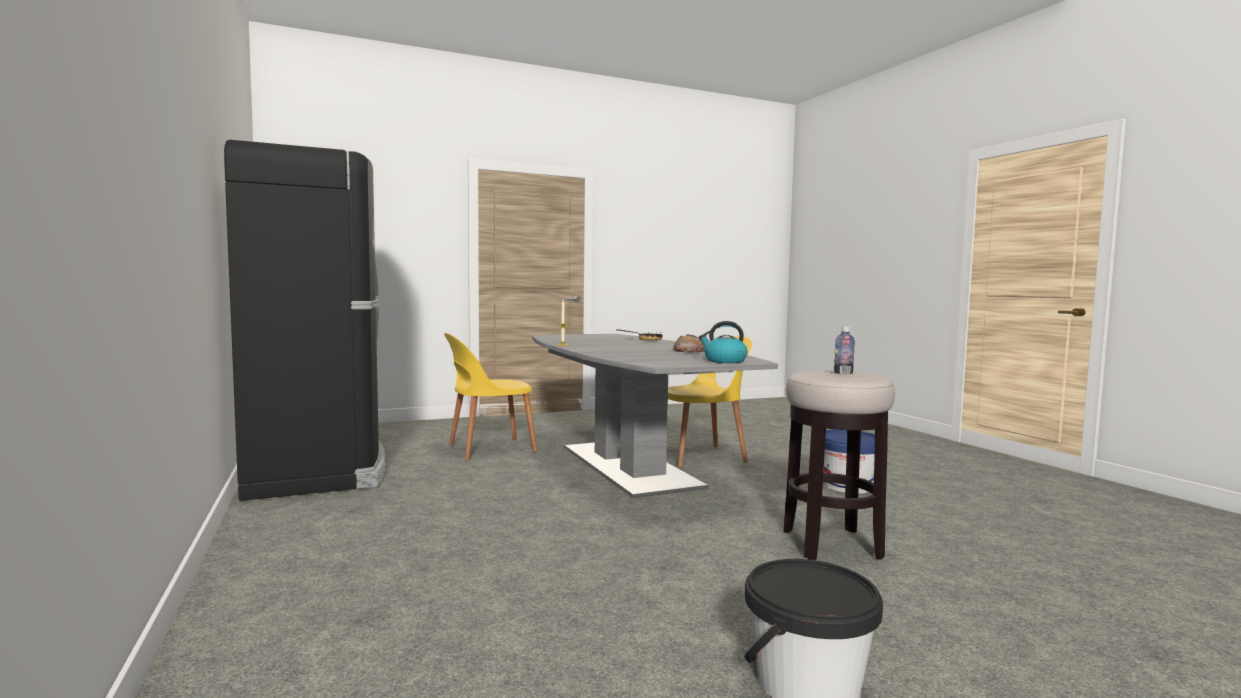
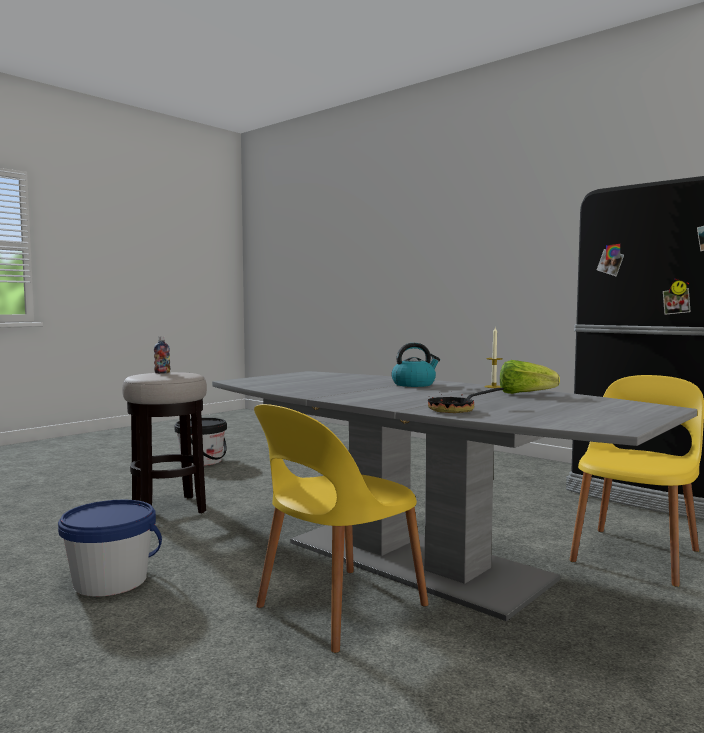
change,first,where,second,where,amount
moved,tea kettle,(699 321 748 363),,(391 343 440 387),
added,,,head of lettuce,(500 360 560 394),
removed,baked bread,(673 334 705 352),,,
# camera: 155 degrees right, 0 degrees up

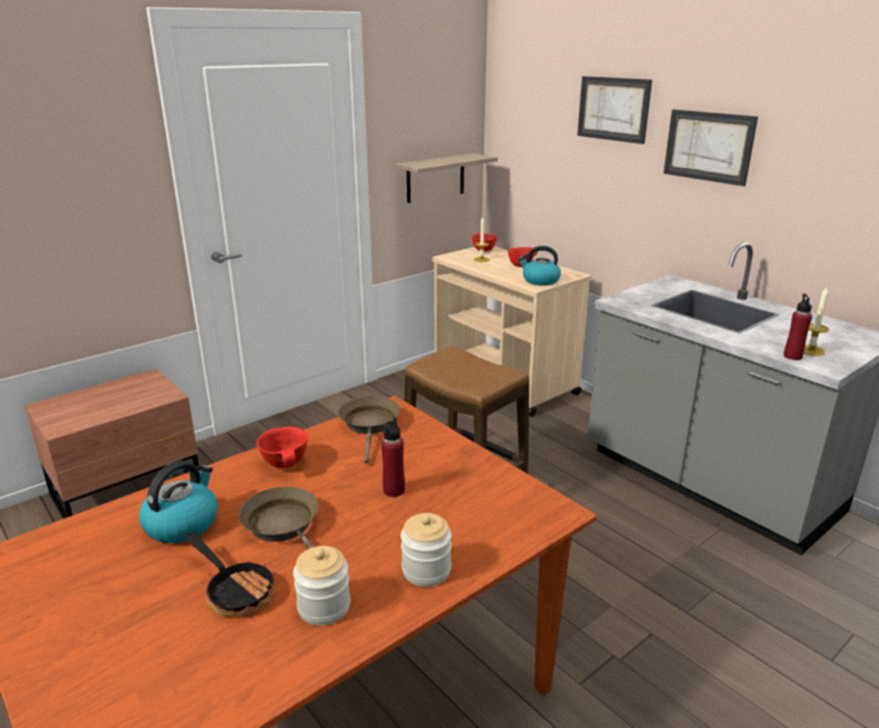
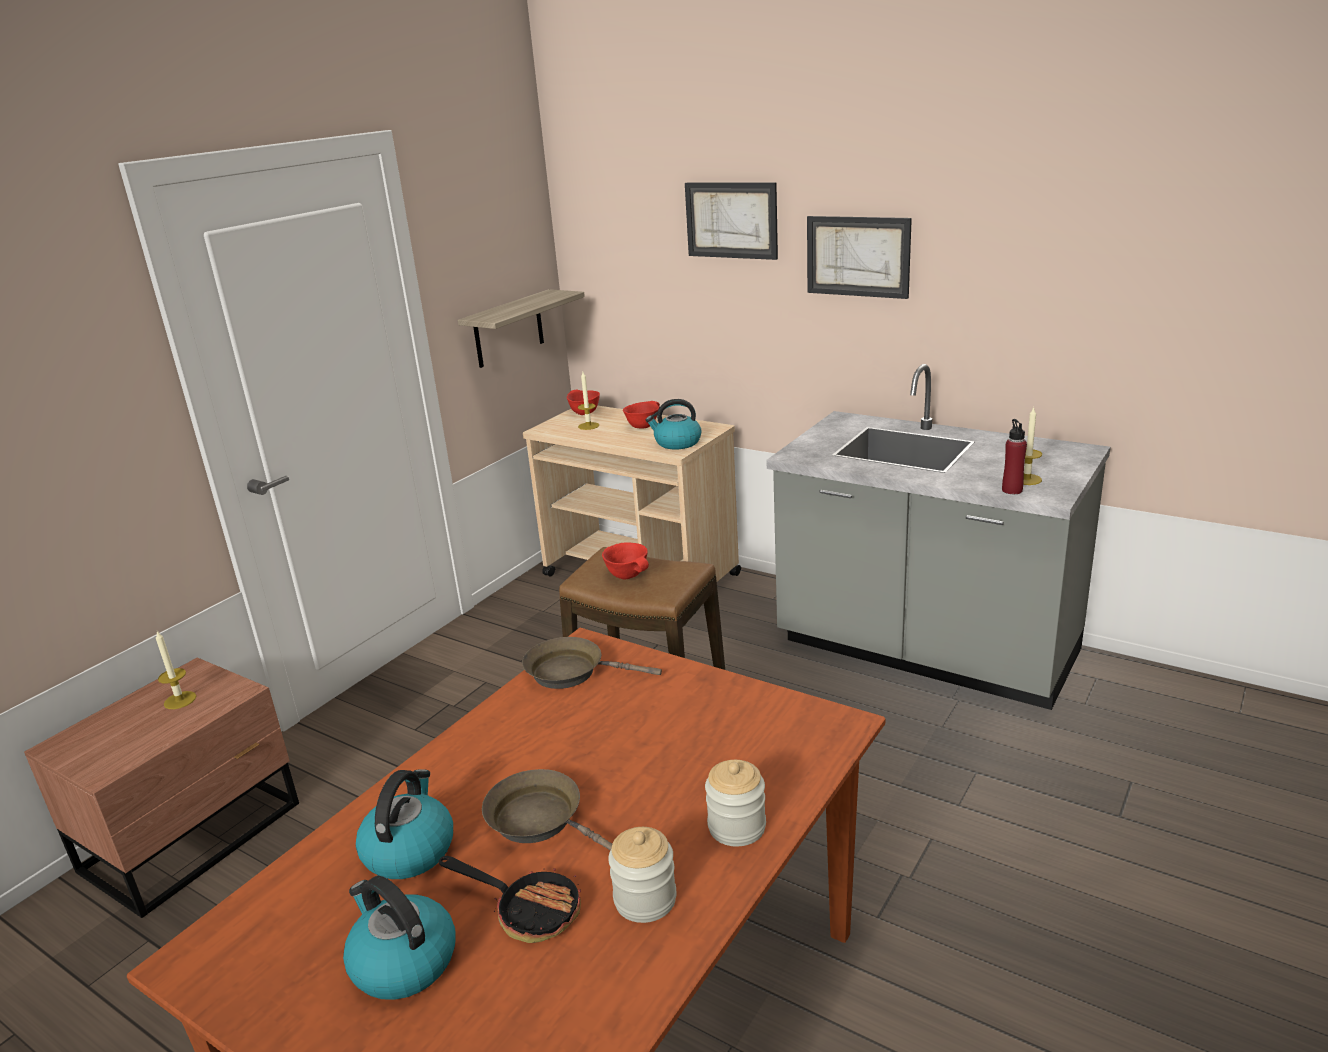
change,first,where,second,where,amount
added,,,wax candle,(156 631 196 709),
added,,,tea kettle,(343 876 455 1000),
turned,brown frying pan,(338 396 400 464),,(522 637 662 689),60 degrees counterclockwise
moved,reddish deep dish,(256 427 308 468),,(602 542 649 580),
removed,reddish drink bottle,(381 417 405 497),,,
# camera: 15 degrees left, 0 degrees up

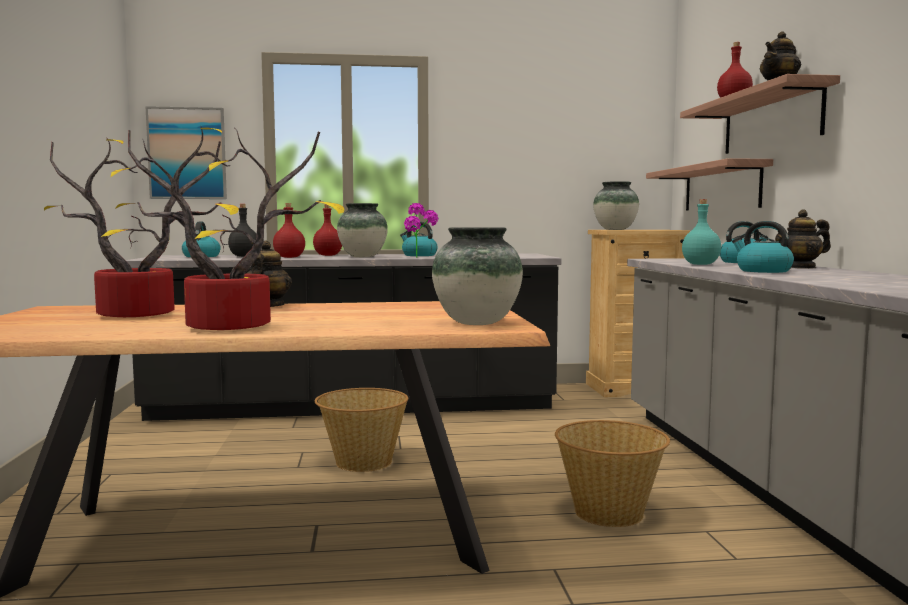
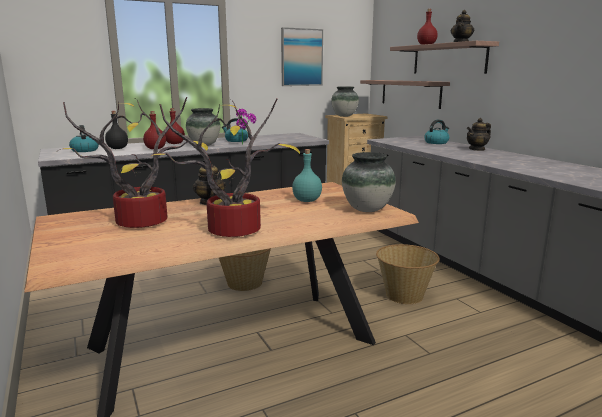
change,first,where,second,where,amount
moved,wall picture,(145 106 227 199),,(281 27 323 86),
moved,turquoise-coloured drink bottle,(682 199 721 265),,(292 149 322 202),
removed,tea kettle,(732 221 794 273),,,
# camera: 20 degrees left, 10 degrees up

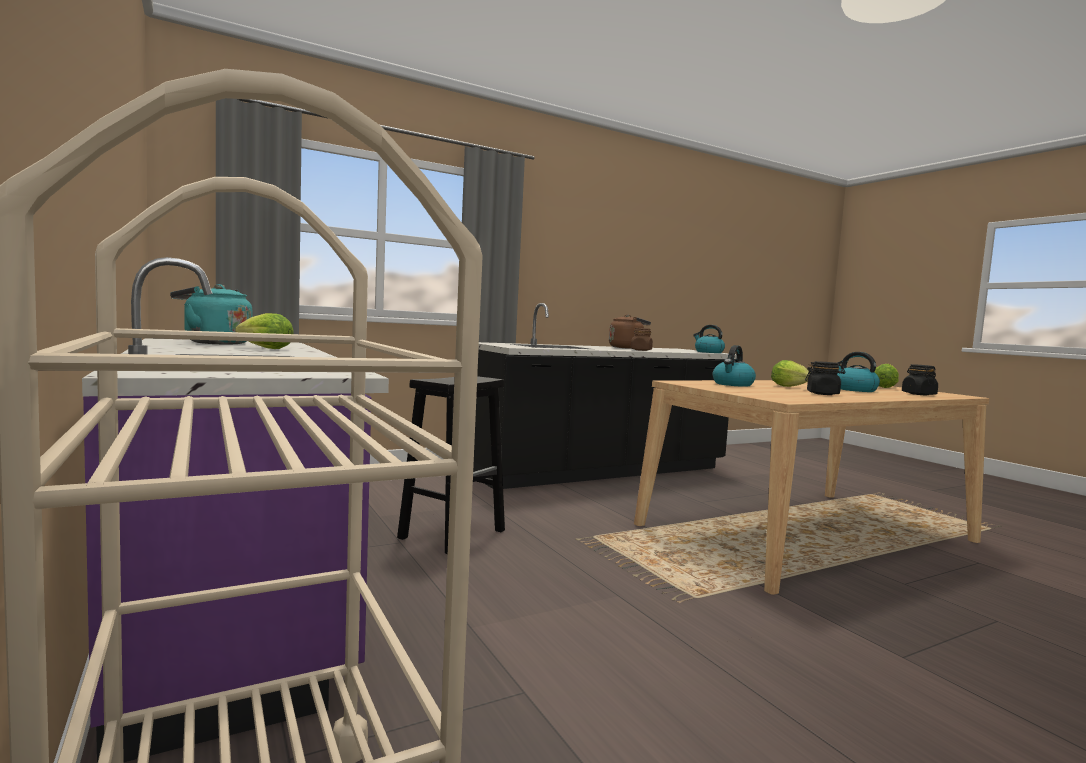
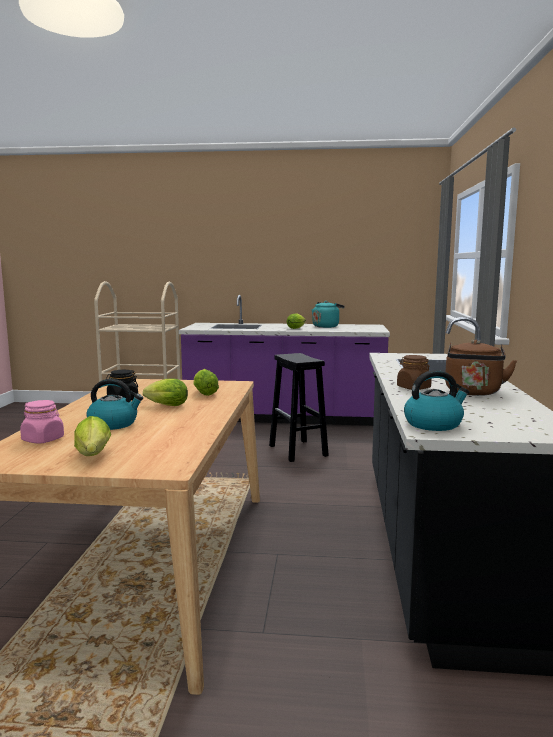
change,first,where,second,where,amount
recoloured,blackish storage jar,(902 364 938 395),pink-coloured storage jar,(20 400 64 444),
replaced,tea kettle,(713 345 756 387),head of lettuce,(193 369 219 396),
# camera: 125 degrees right, 5 degrees up

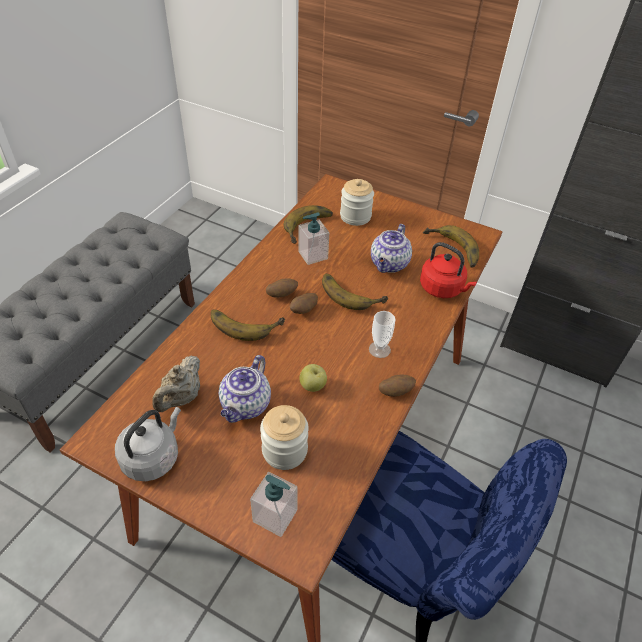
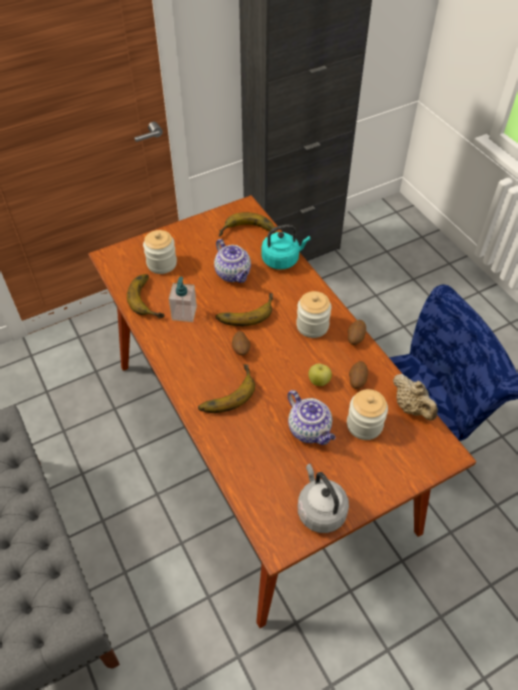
change,first,where,second,where,amount
recoloured,reddish tea kettle,(420 242 477 298),turquoise-coloured tea kettle,(261 225 311 270),
replaced,small cup,(369 311 395 358),storage jar,(296 291 332 338),
moved,potato,(266 279 298 298),,(349 361 368 389),
moved,sand-coloured pot for tea,(152 356 200 412),,(393 374 438 421),
removed,soap dispenser,(250 472 298 537),,,
# camera: 55 degrees left, 5 degrees up

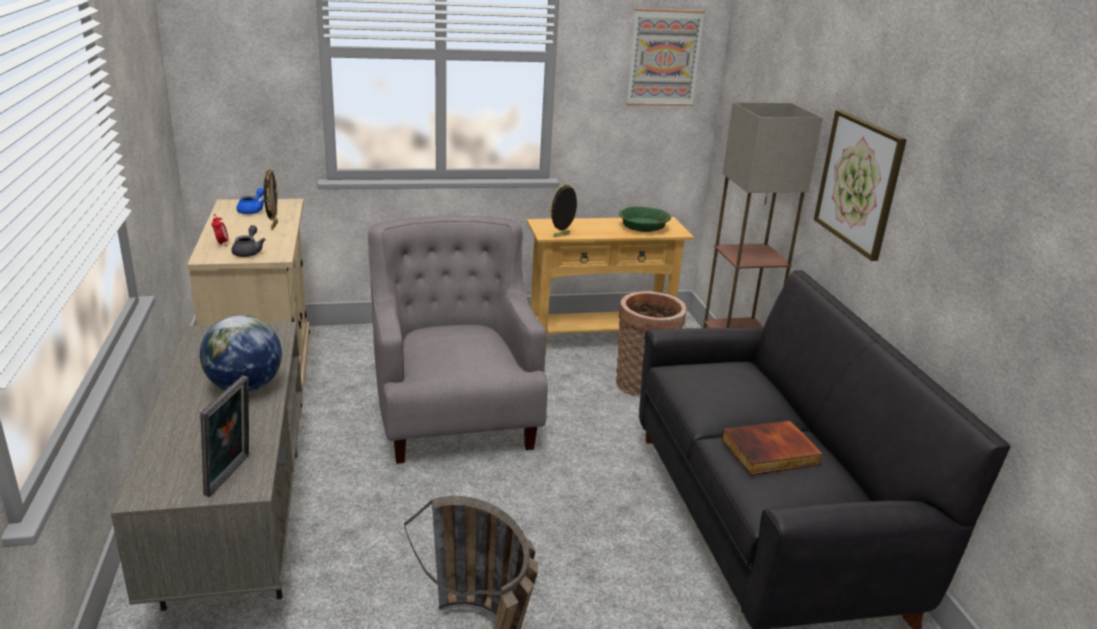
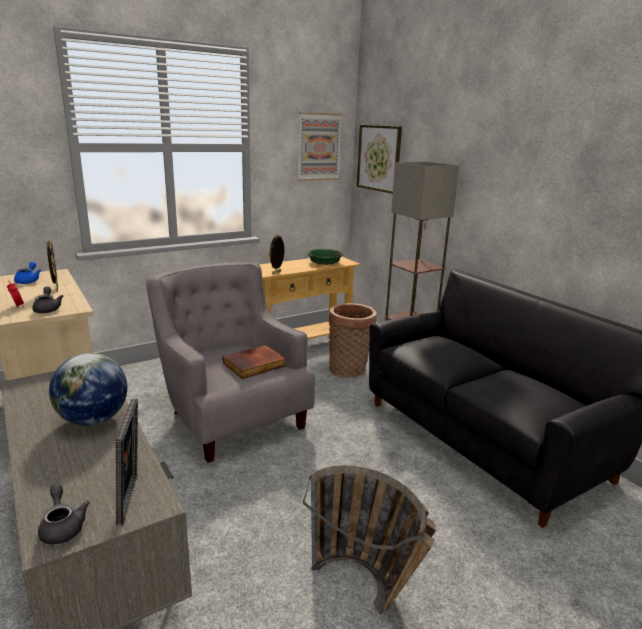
change,first,where,second,where,amount
added,,,grey pot for tea,(38 484 90 545),
moved,volume,(721 420 823 475),,(223 345 286 379),
moved,wall picture,(814 110 907 261),,(357 125 402 194),
# camera: 20 degrees left, 5 degrees down

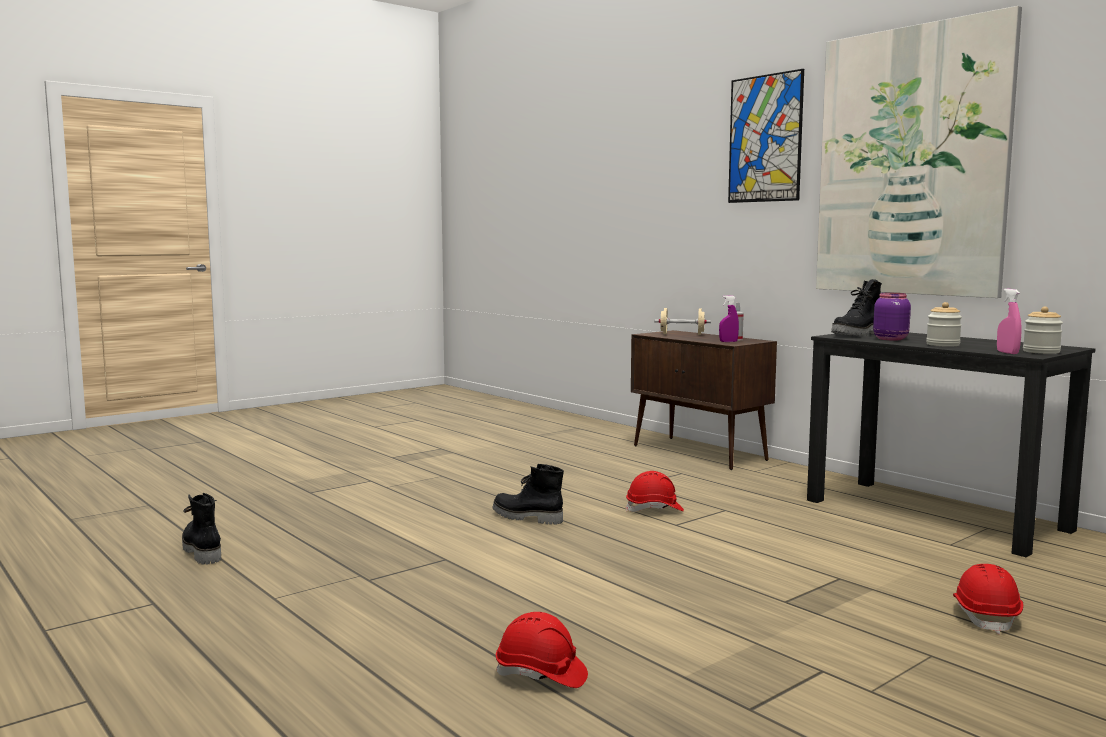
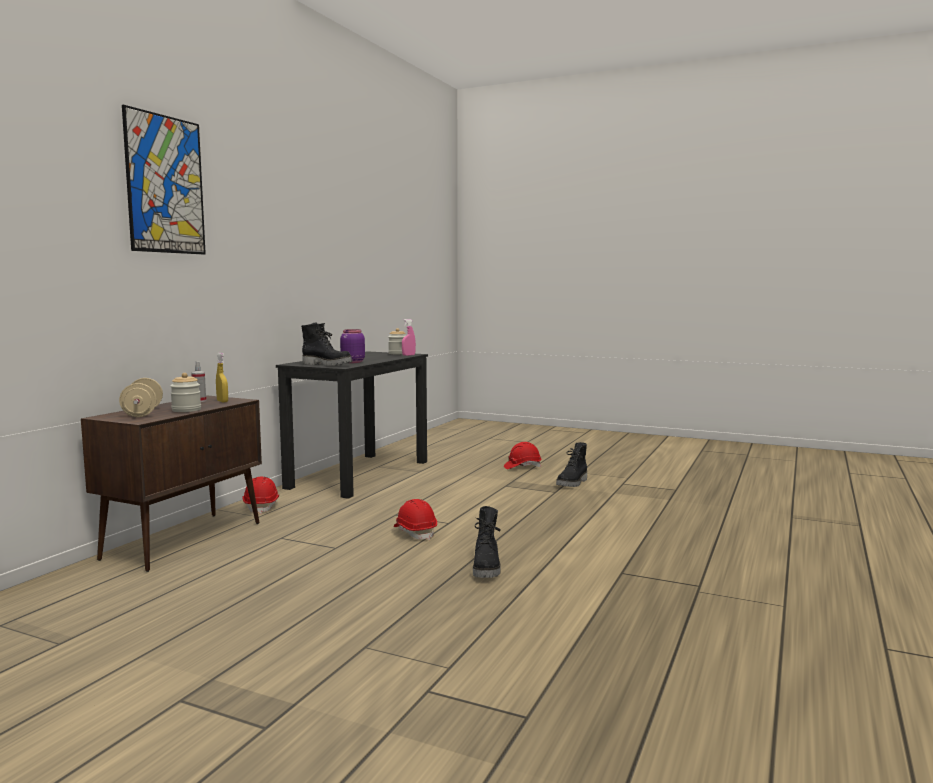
change,first,where,second,where,amount
moved,storage jar,(926 302 962 347),,(170 373 201 412),
recoloured,purple hand sprayer,(719 296 739 342),yellow hand sprayer,(216 353 228 402),
moved,reddish safety helmet,(496 612 588 688),,(242 477 279 514),
moved,blackish tall boot,(182 493 221 565),,(556 442 587 487),
removed,wall picture,(816 6 1022 298),,,
# camera: 115 degrees left, 0 degrees up

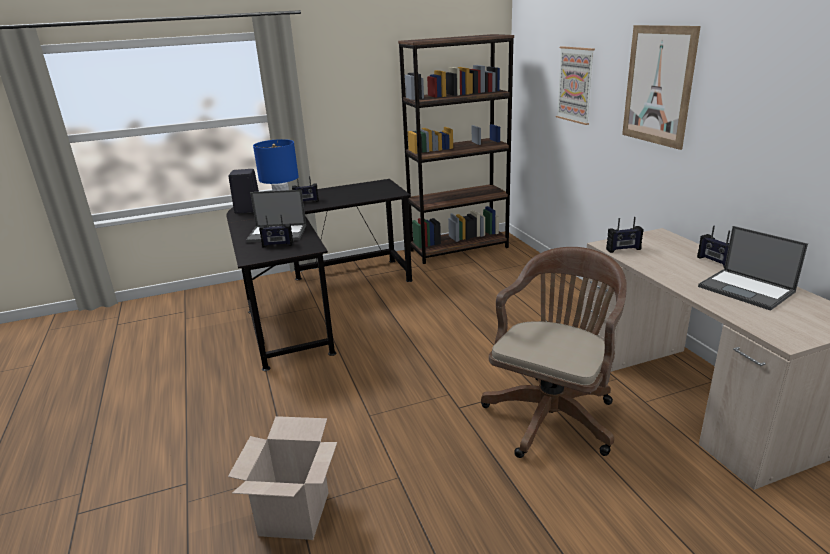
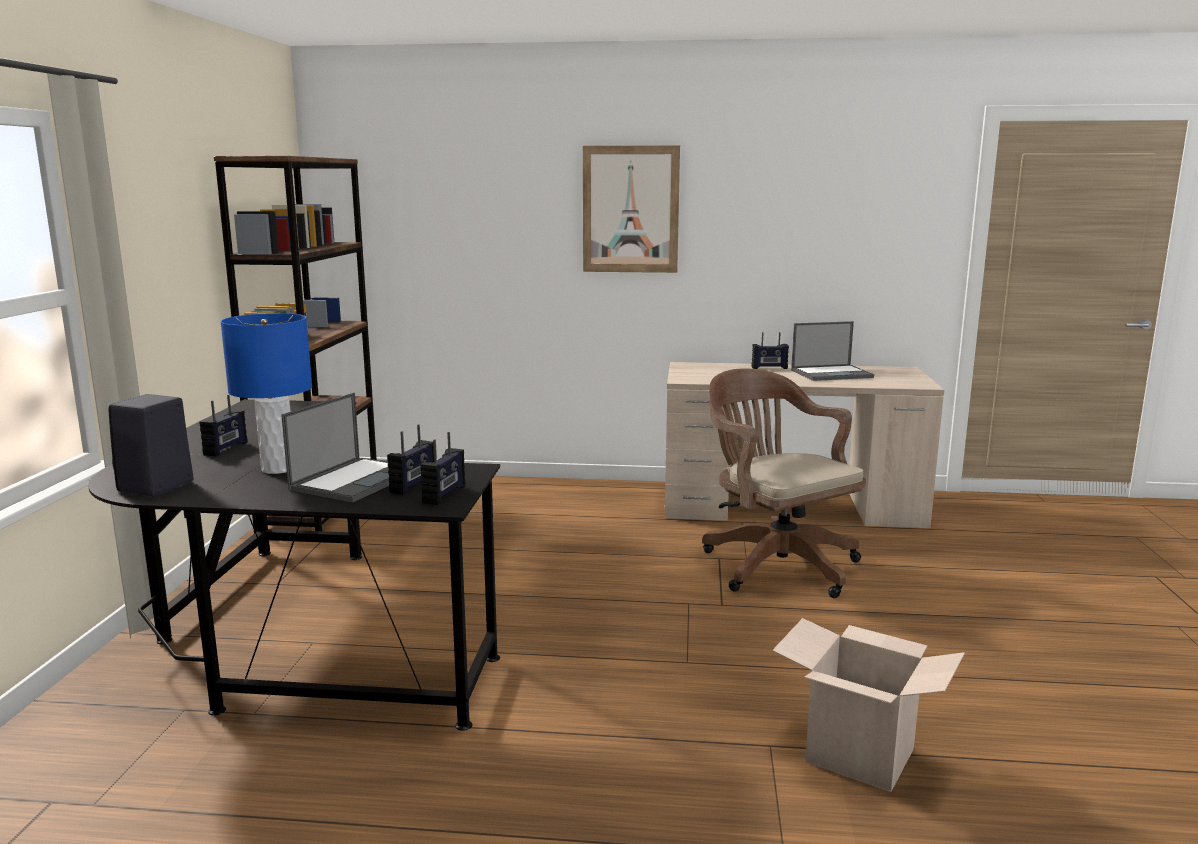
change,first,where,second,where,amount
moved,radio set,(606 217 644 253),,(420 432 465 505),
removed,wall picture,(556 46 595 125),,,
# camera: 65 degrees left, 10 degrees down

